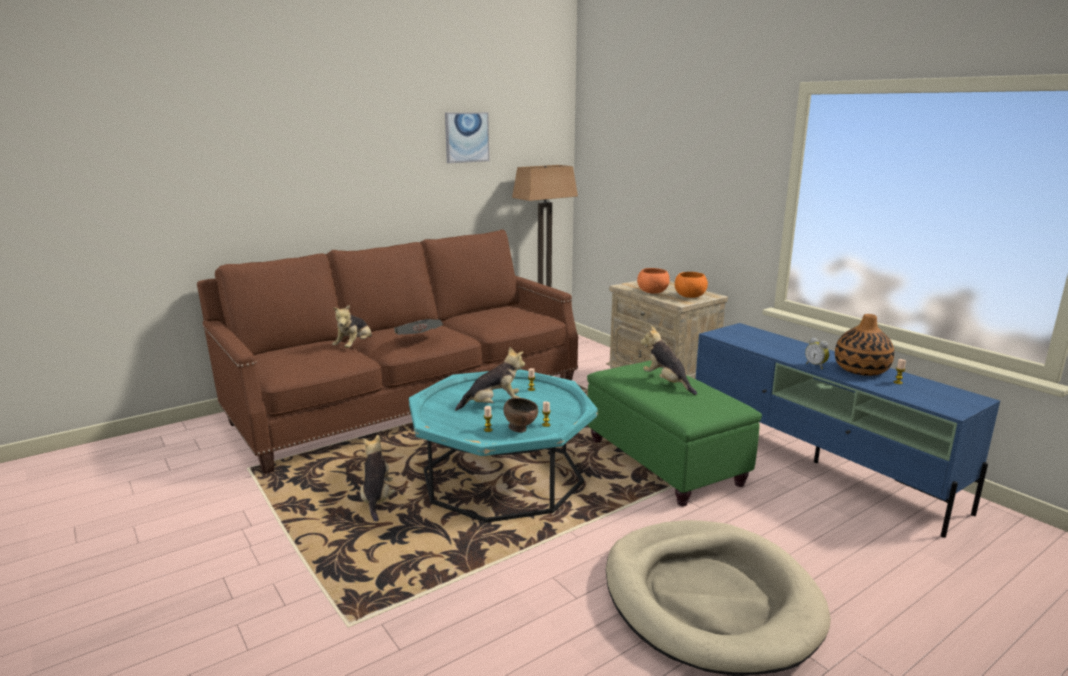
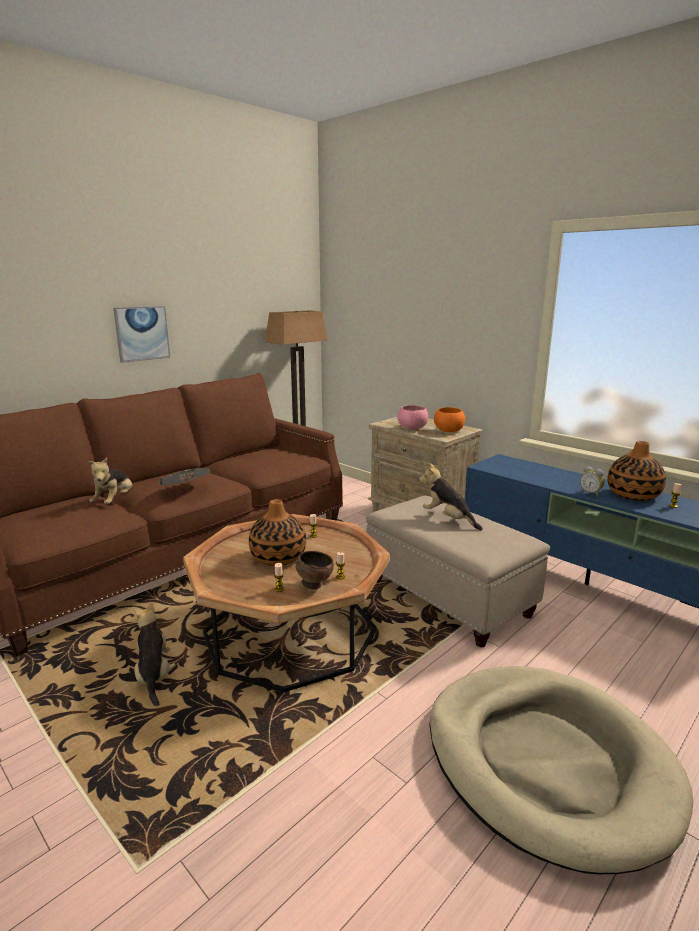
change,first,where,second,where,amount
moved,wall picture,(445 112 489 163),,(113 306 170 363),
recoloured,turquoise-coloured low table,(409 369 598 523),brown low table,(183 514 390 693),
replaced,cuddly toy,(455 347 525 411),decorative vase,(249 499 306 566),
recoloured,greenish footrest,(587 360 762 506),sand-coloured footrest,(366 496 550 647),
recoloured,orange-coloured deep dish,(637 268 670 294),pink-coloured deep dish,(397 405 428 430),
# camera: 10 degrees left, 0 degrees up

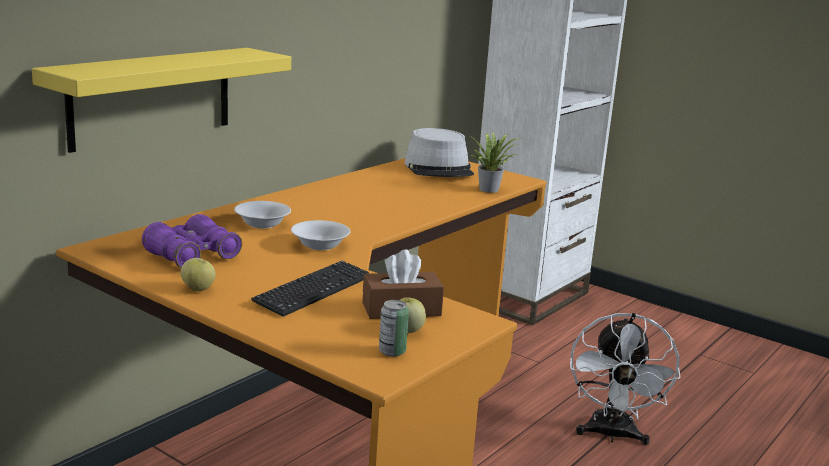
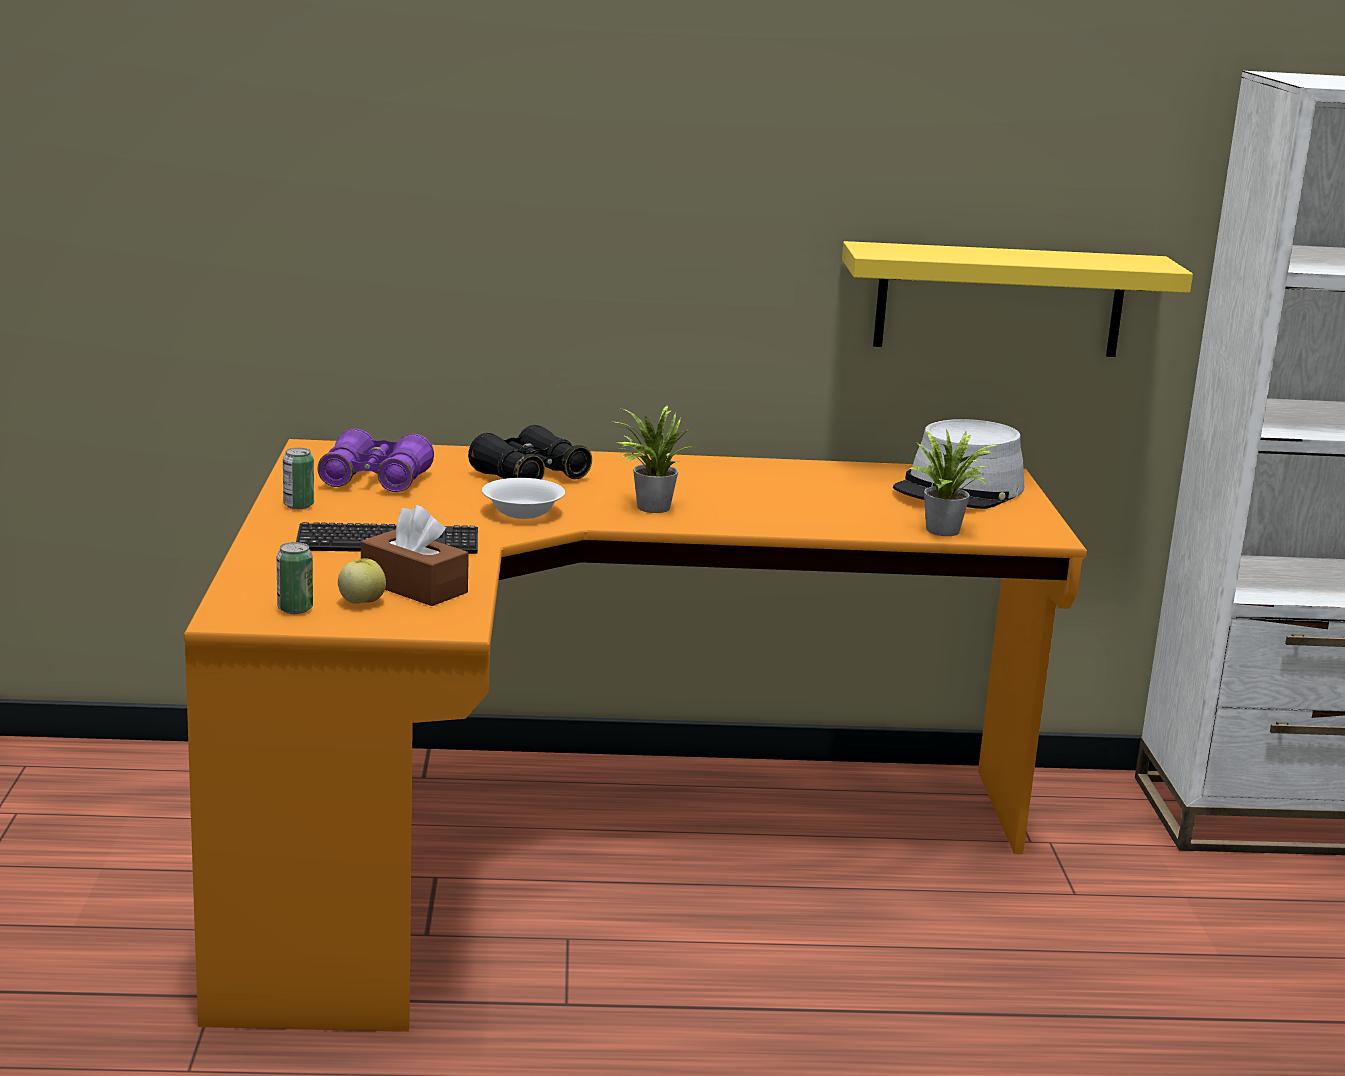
change,first,where,second,where,amount
replaced,apple,(181 258 215 291),sealed can,(283 448 314 509),
replaced,whitish deep dish,(234 201 291 229),blackish field glasses,(468 425 592 480),
added,,,potted plant,(616 406 694 513),
moved,yellow shelf,(32 48 291 153),,(842 241 1193 357),
removed,whitish fan,(570 313 681 445),,,
# camera: 50 degrees right, 0 degrees up

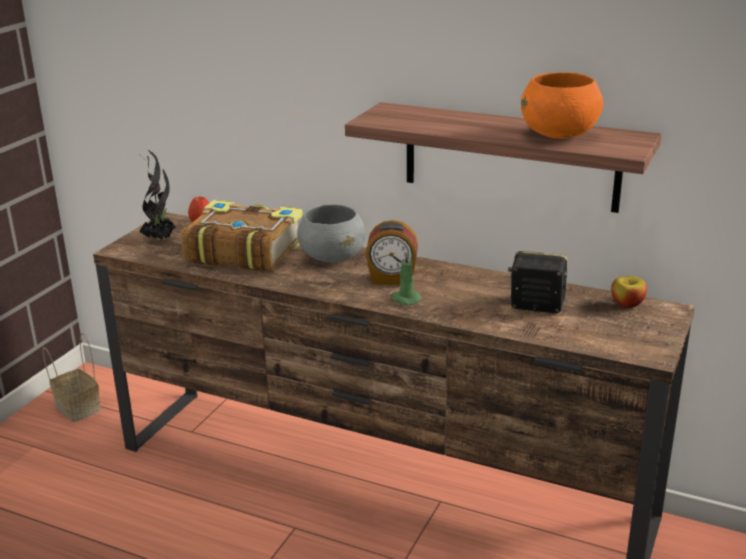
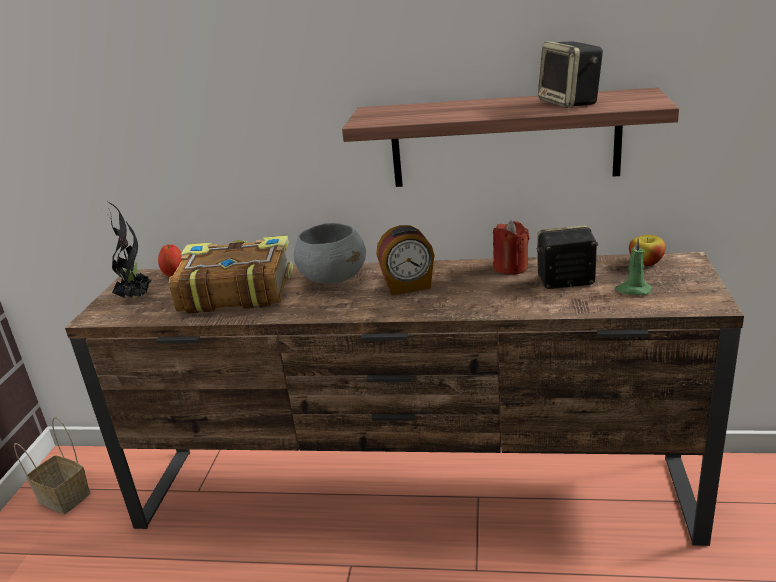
change,first,where,second,where,amount
added,,,reddish wax candle,(493 221 529 275),
replaced,orange-coloured deep dish,(521 72 603 139),speaker,(538 41 603 108),
moved,greenish wax candle,(391 252 421 305),,(615 239 652 295),
# camera: 15 degrees left, 0 degrees up

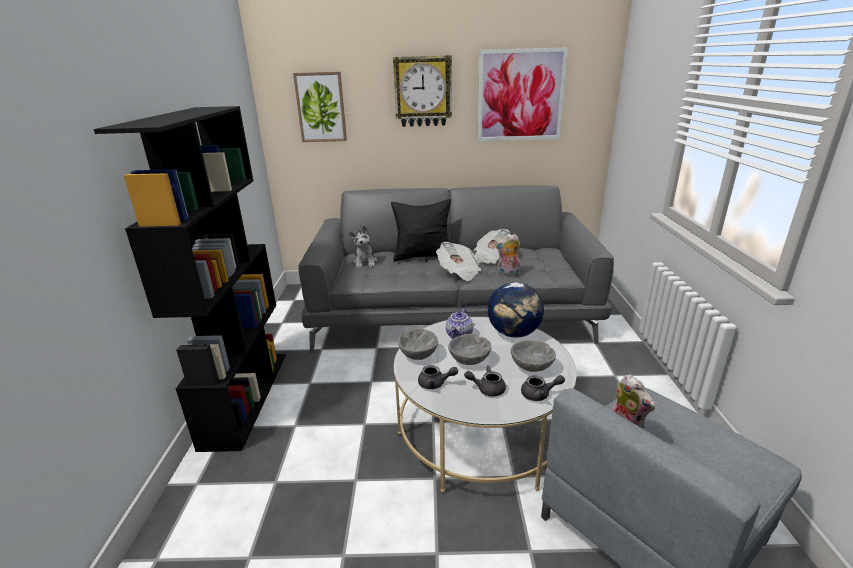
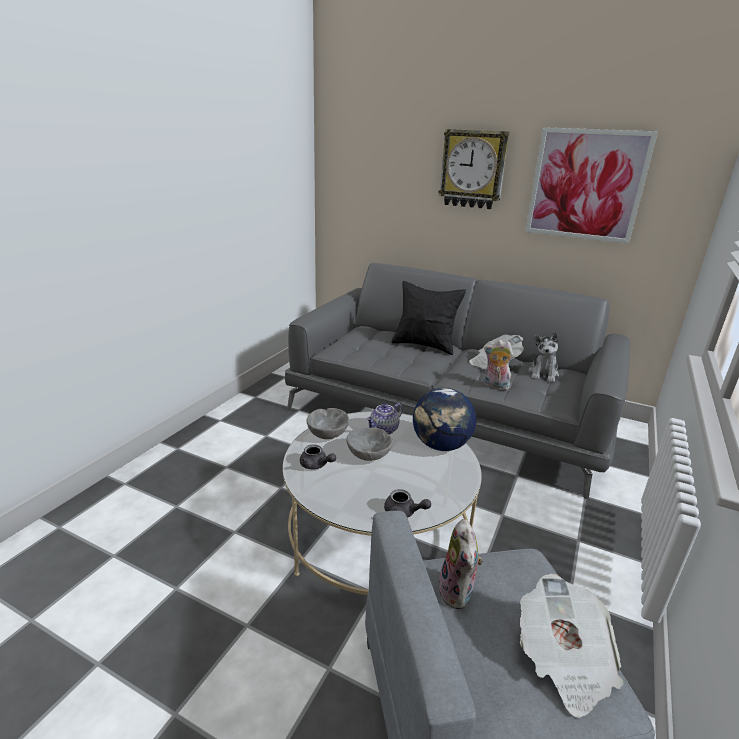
change,first,where,second,where,amount
moved,printed paper,(436 242 482 281),,(520 574 624 718),
moved,cuddly toy,(349 225 378 268),,(528 332 559 382),
removed,blackish bookshelf,(94 106 286 452),,,
removed,wall picture,(293 72 347 142),,,
removed,grey pot for tea,(464 365 506 397),,,
removed,grey deep dish,(511 340 556 372),,,
# camera: 25 degrees right, 0 degrees up

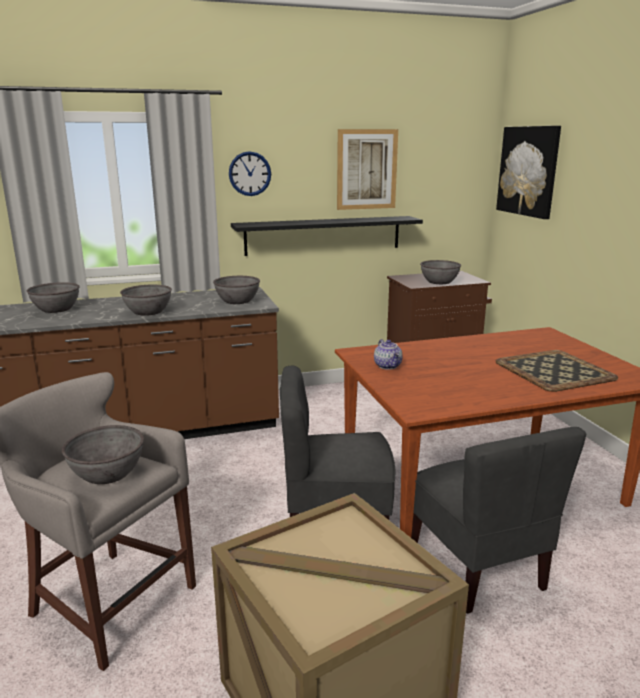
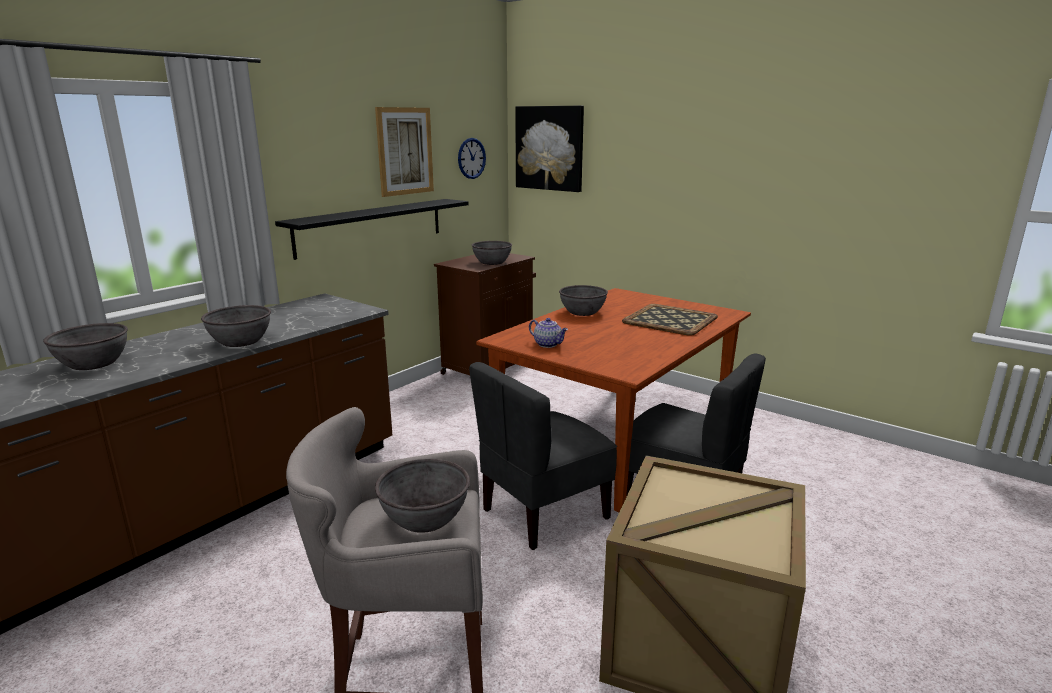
change,first,where,second,where,amount
moved,hanging clock,(229 151 271 196),,(458 138 486 179),
moved,grey deep dish,(213 276 260 304),,(559 285 608 316),
# camera: 35 degrees left, 0 degrees up

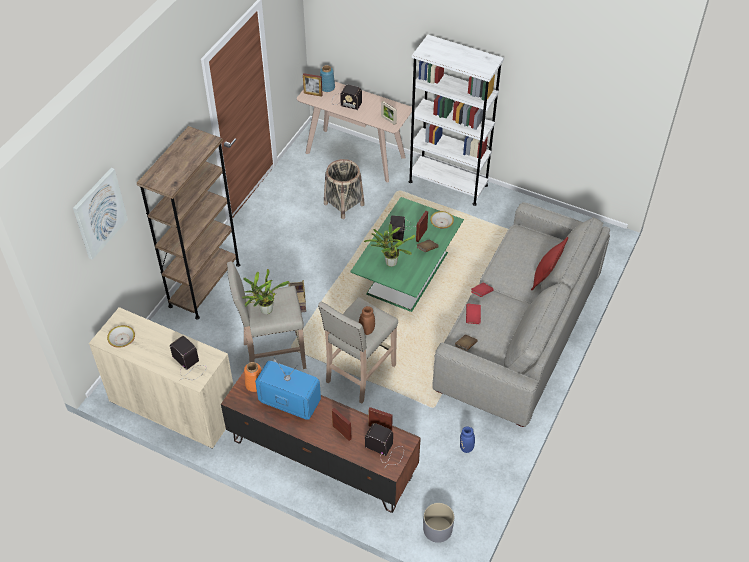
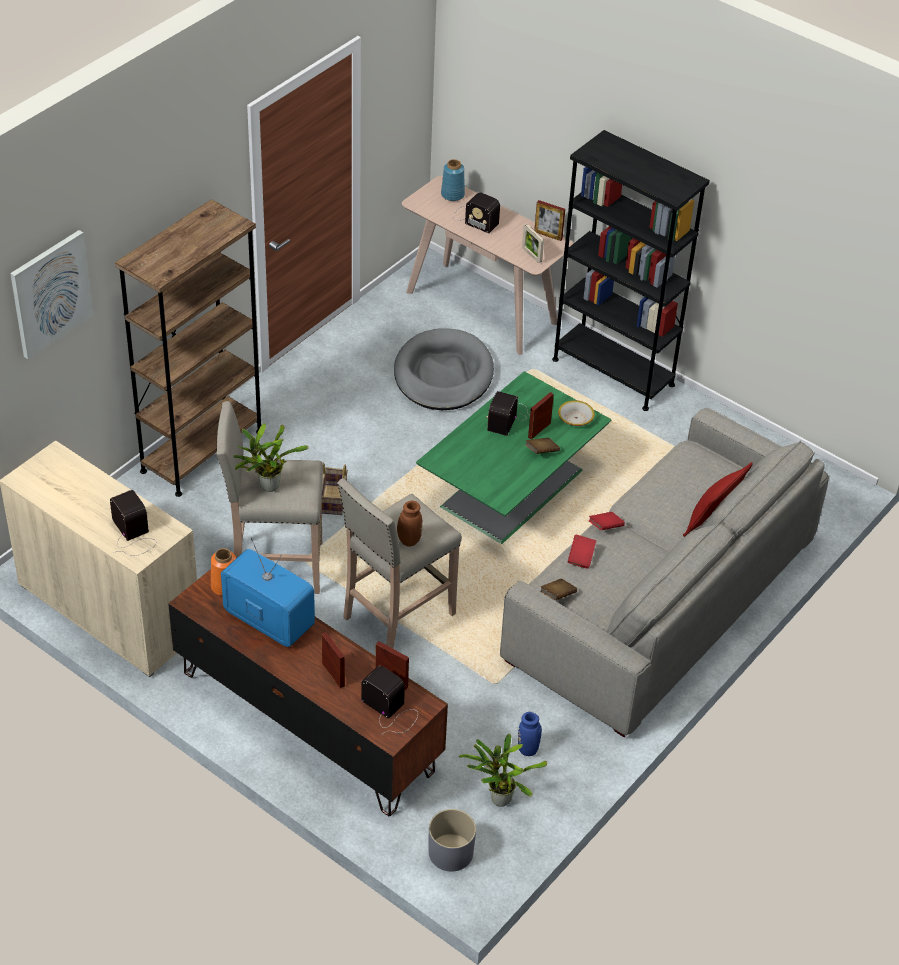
change,first,where,second,where,amount
replaced,basket,(324 159 365 219),grey dog cushion,(394 328 494 410),
moved,potted plant,(364 224 415 267),,(459 734 547 807),
moved,standing frame,(303 73 323 97),,(534 200 565 241),
recoloured,whitish bookshelf,(409 34 504 206),blackish bookshelf,(552 130 710 411),
removed,deep dish,(107 325 135 348),,,
# camera: 10 degrees right, 5 degrees down

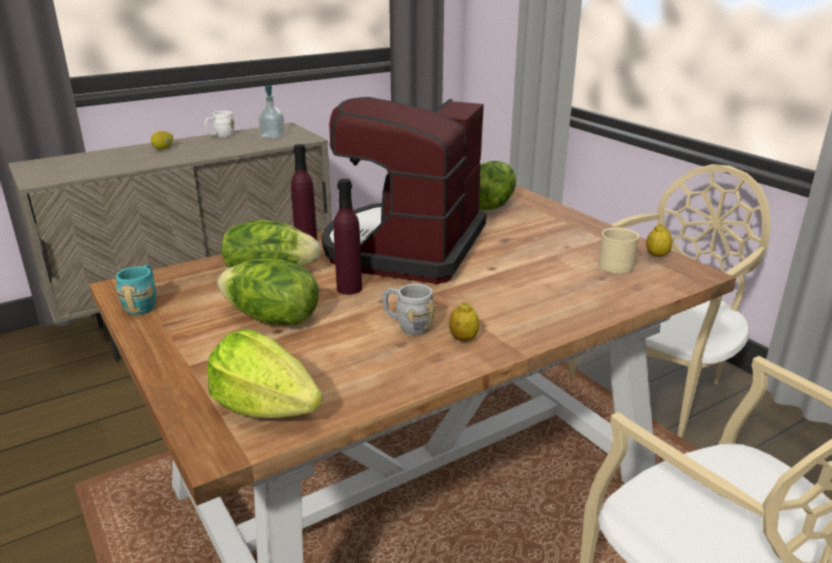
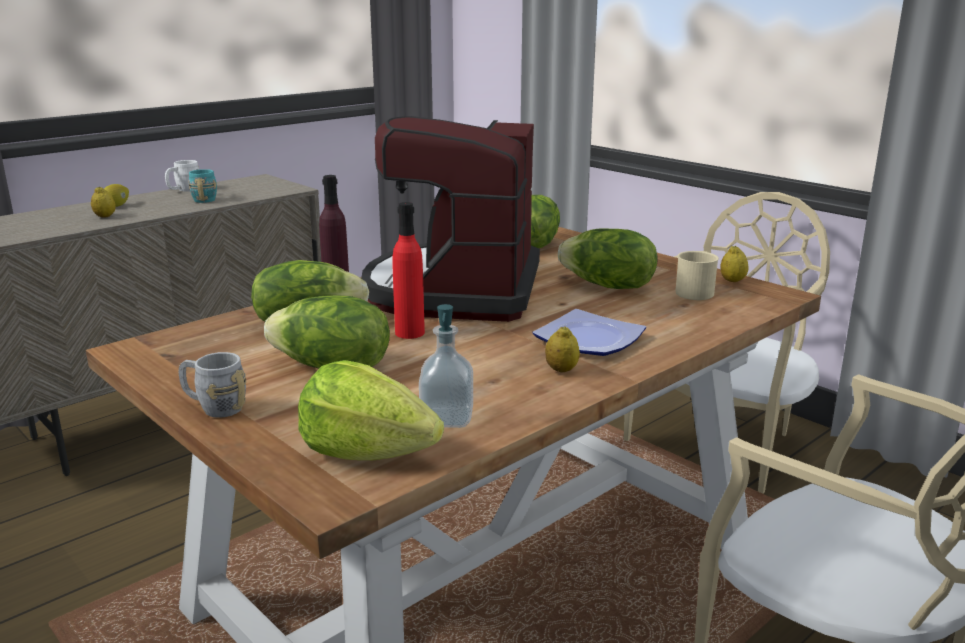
change,first,where,second,where,amount
added,,,lemon,(91 186 116 218),
moved,grey coffee mug,(382 284 435 335),,(179 352 246 418),
moved,turquoise-coloured coffee mug,(116 265 156 315),,(189 169 217 203),
recoloured,purple drink bottle,(334 179 362 295),reddish drink bottle,(392 202 425 339),
moved,soap dispenser,(259 85 285 139),,(419 304 473 428),
added,,,flat dish,(533 309 646 356),
added,,,head of lettuce,(558 229 658 289),
# camera: 10 degrees left, 5 degrees down

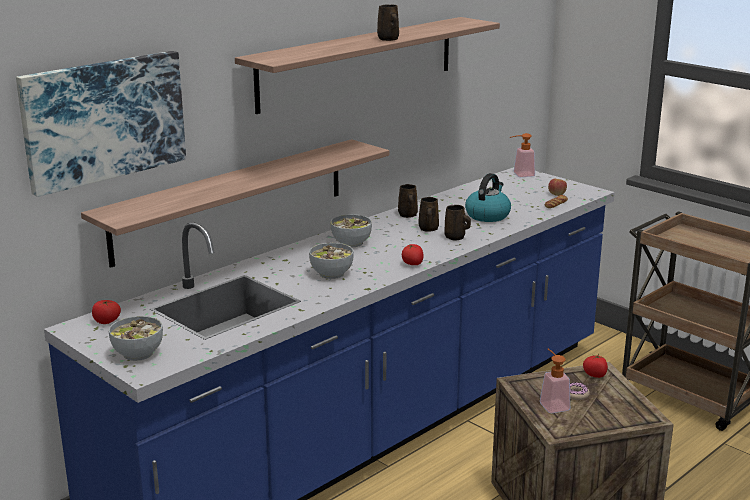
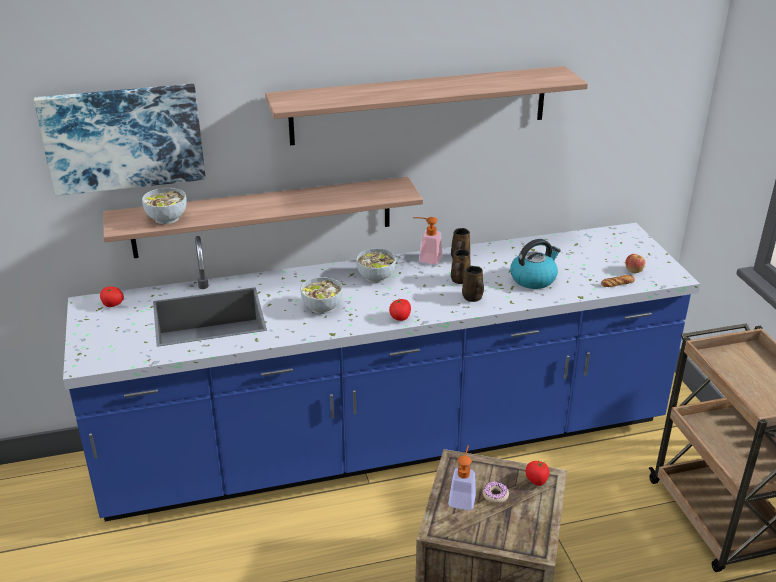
change,first,where,second,where,amount
moved,deep dish,(108 316 163 361),,(142 188 187 224),
moved,soap dispenser,(510 133 535 177),,(413 217 443 265),
removed,brown coffee mug,(377 4 399 41),,,
# camera: 30 degrees right, 10 degrees up

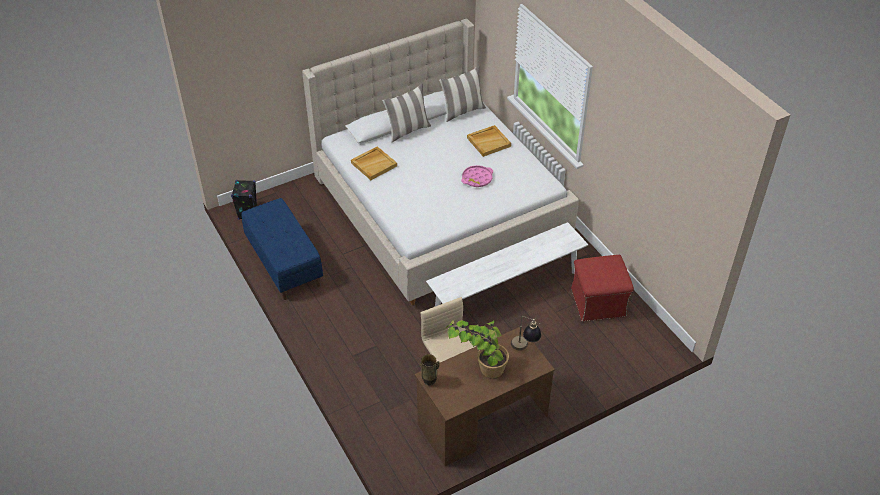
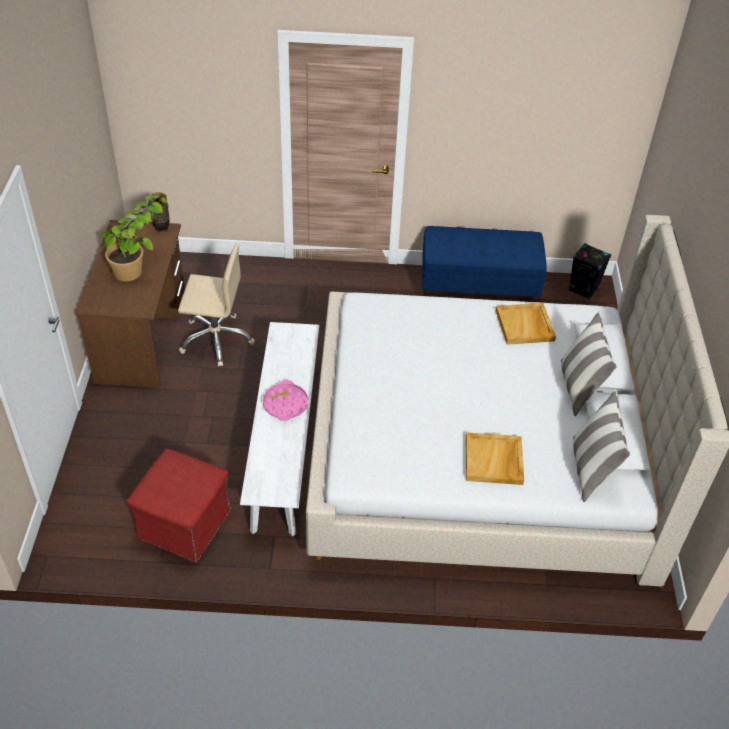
change,first,where,second,where,amount
moved,pink-coloured carrying tray,(461 165 493 187),,(263 380 308 421),
removed,lamp for a table,(511 316 541 350),,,
# camera: 120 degrees right, 0 degrees up

